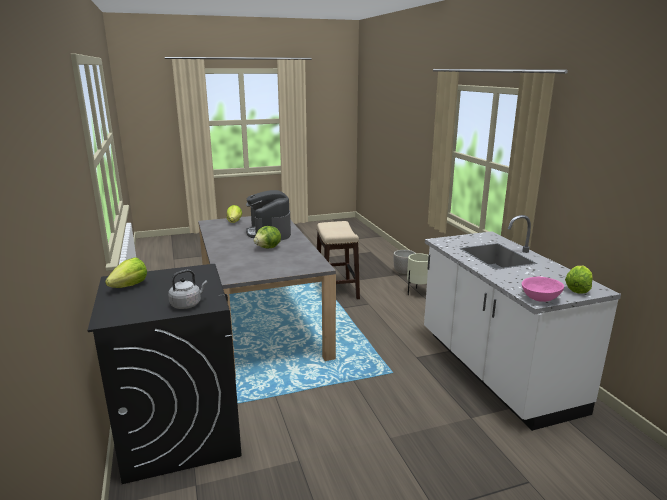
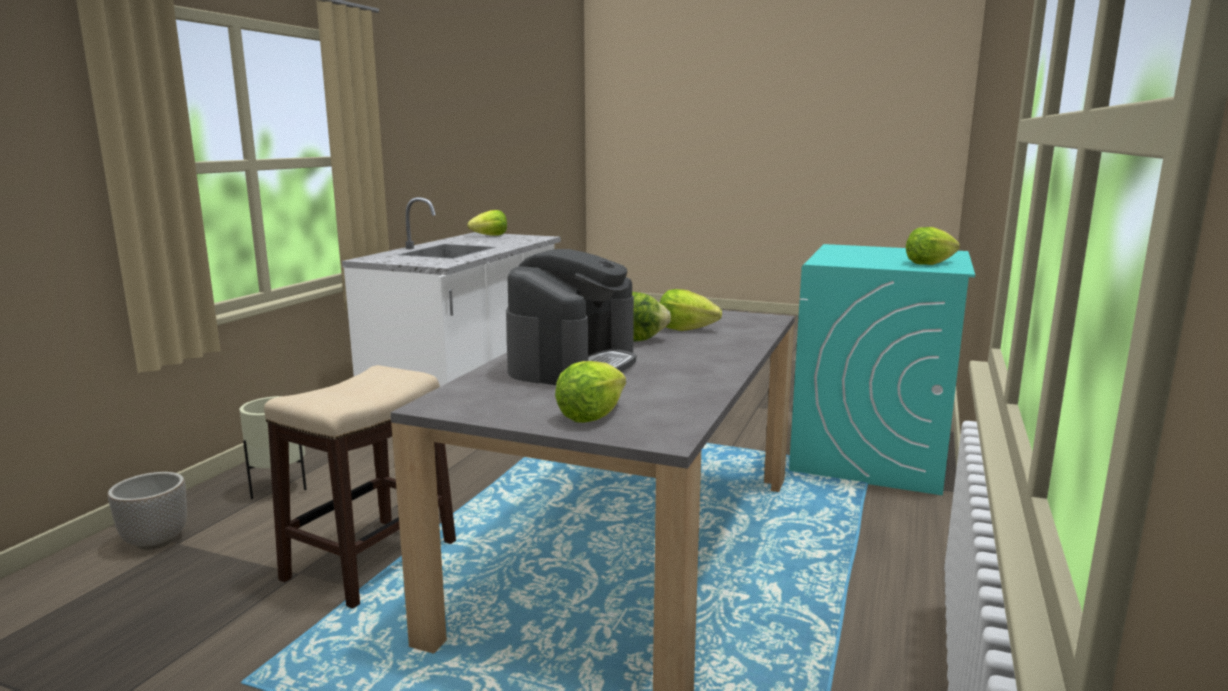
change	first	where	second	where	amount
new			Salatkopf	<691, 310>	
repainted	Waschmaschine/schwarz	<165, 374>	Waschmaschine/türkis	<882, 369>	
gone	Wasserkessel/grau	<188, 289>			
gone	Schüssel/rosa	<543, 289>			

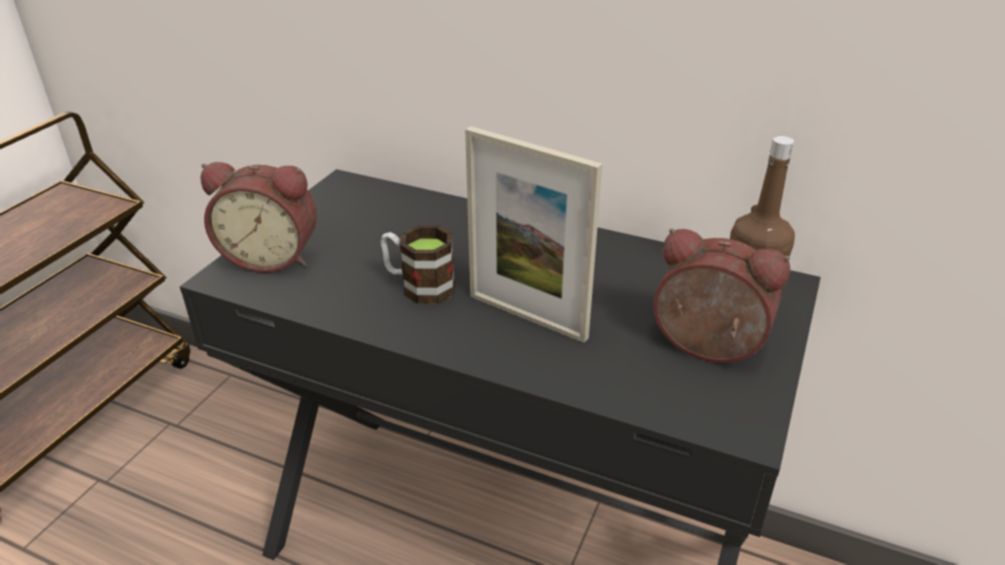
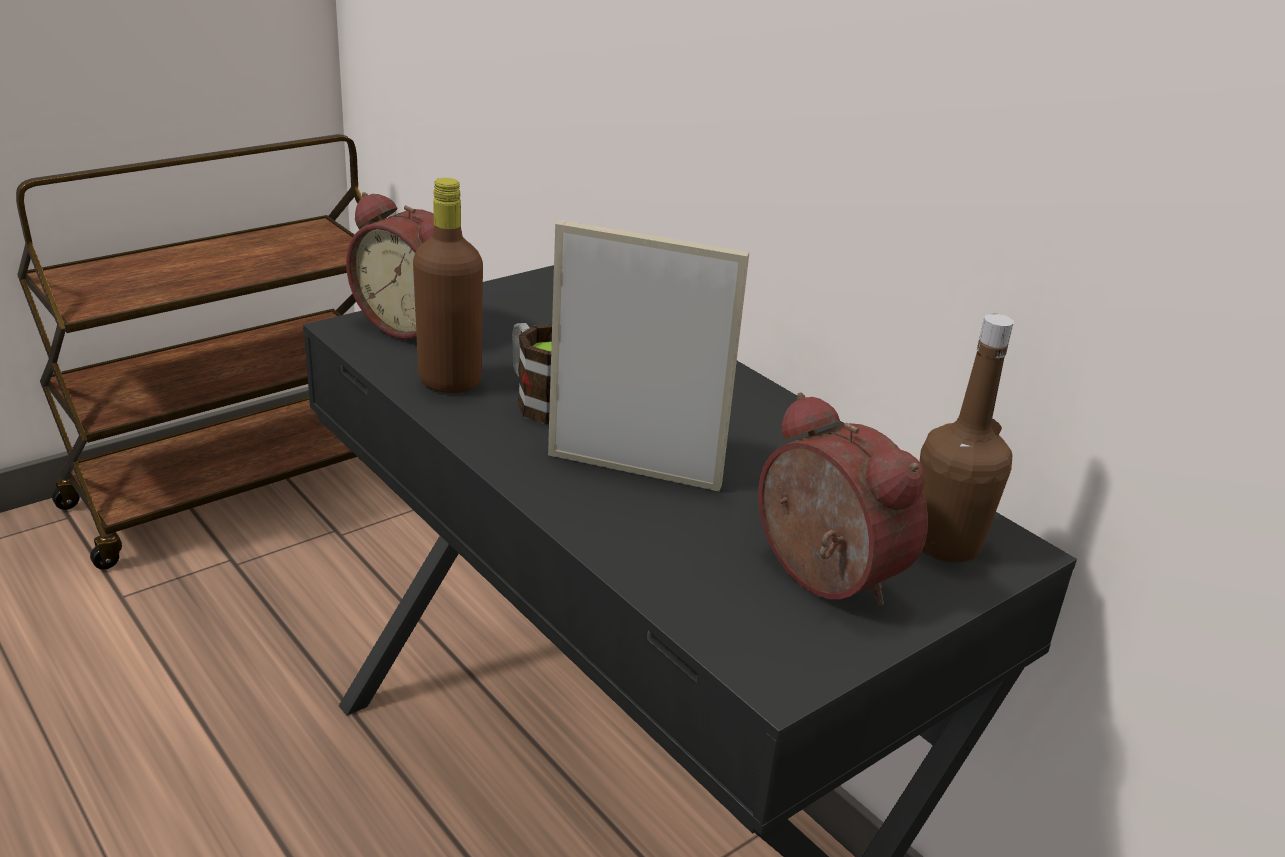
change	first	where	second	where	amount
new			Flasche/braun	<448, 285>	
rotated	Bilderrahmen	<533, 234>		<649, 356>	135 degrees clockwise

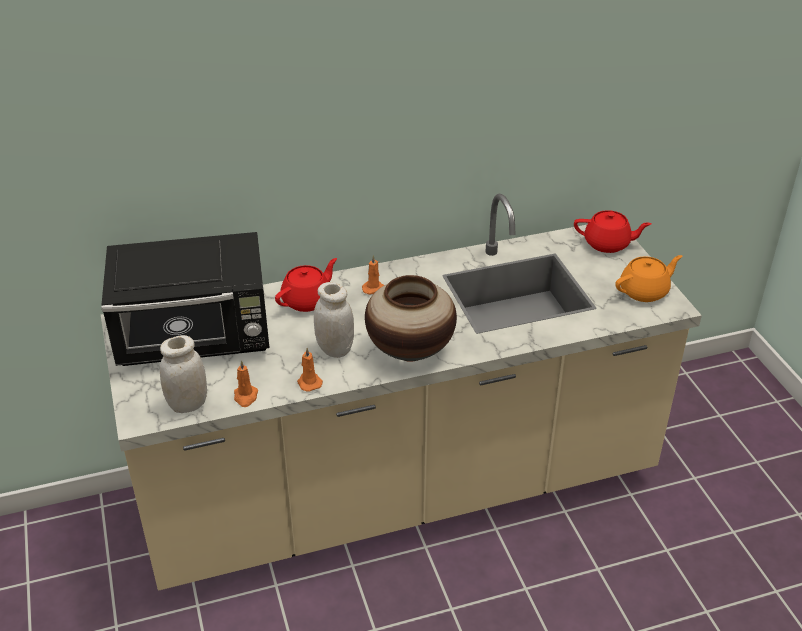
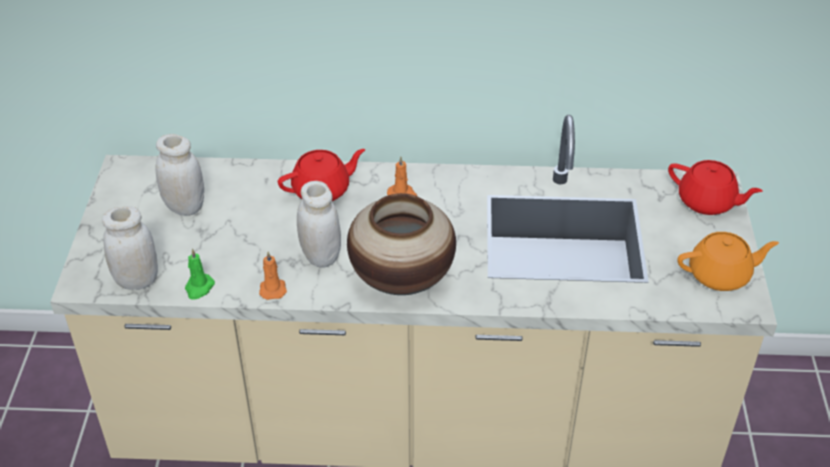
change	first	where	second	where	amount
swapped	Mikrowelle/schwarz	<185, 299>	Vorratsglas/weiß	<179, 175>	
repainted	Kerze/orange	<246, 383>	Kerze/grün	<200, 274>	

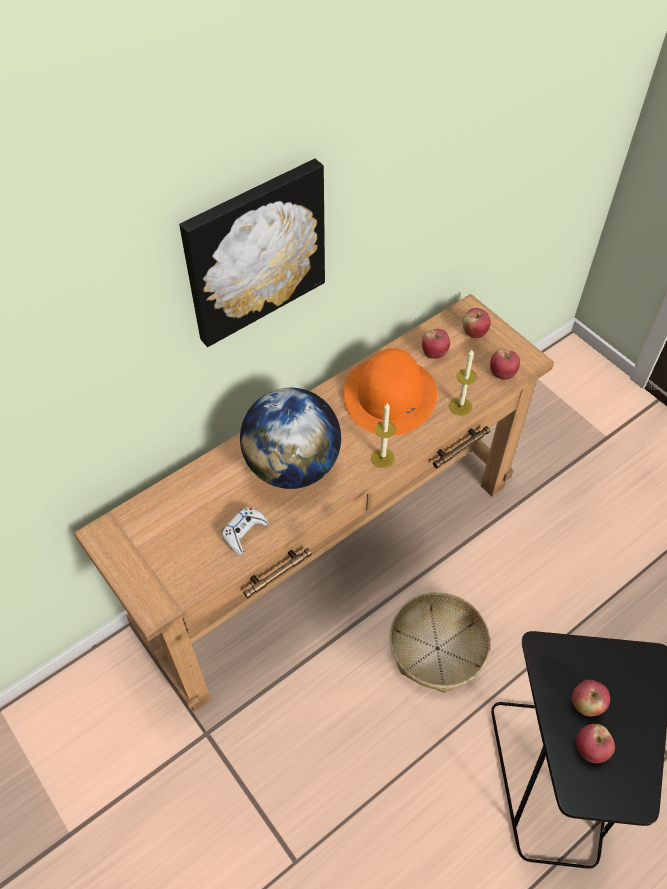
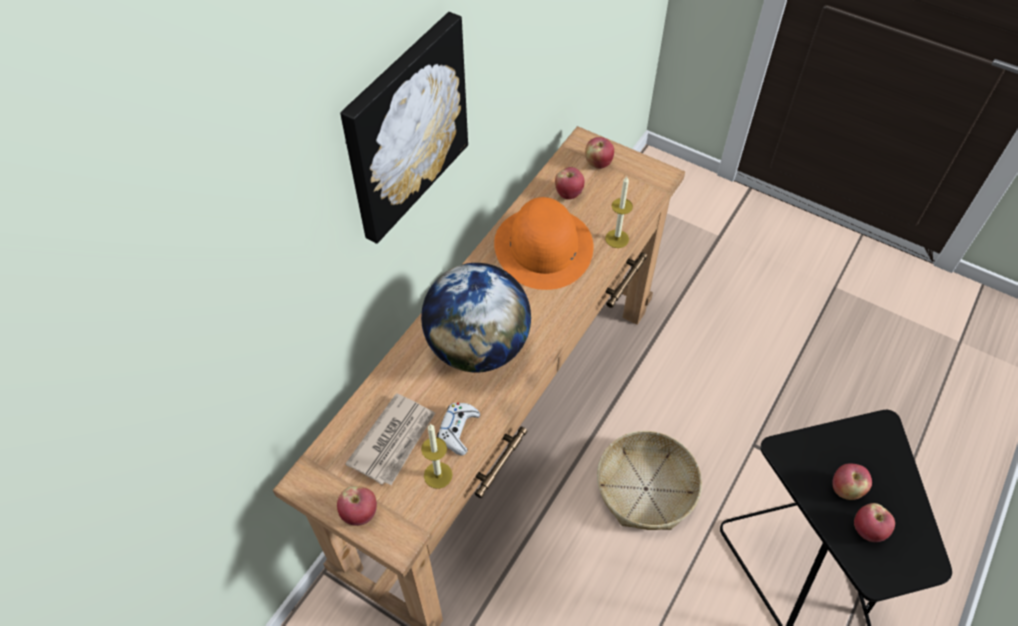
change	first	where	second	where	amount
shifted	Apfel	<505, 364>		<357, 506>	
new			Zeitung	<390, 439>	
shifted	Kerze	<383, 435>		<436, 456>	

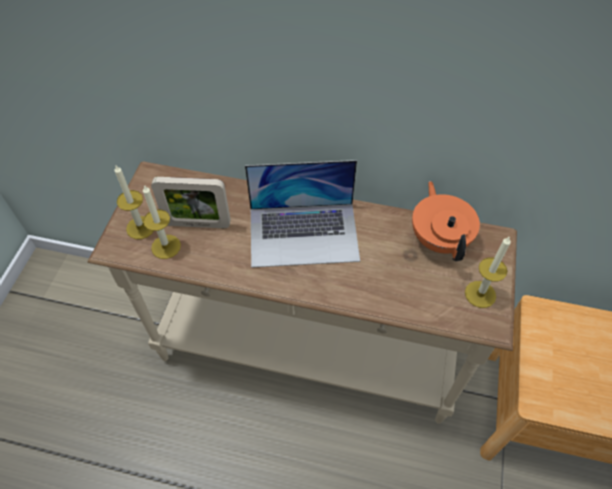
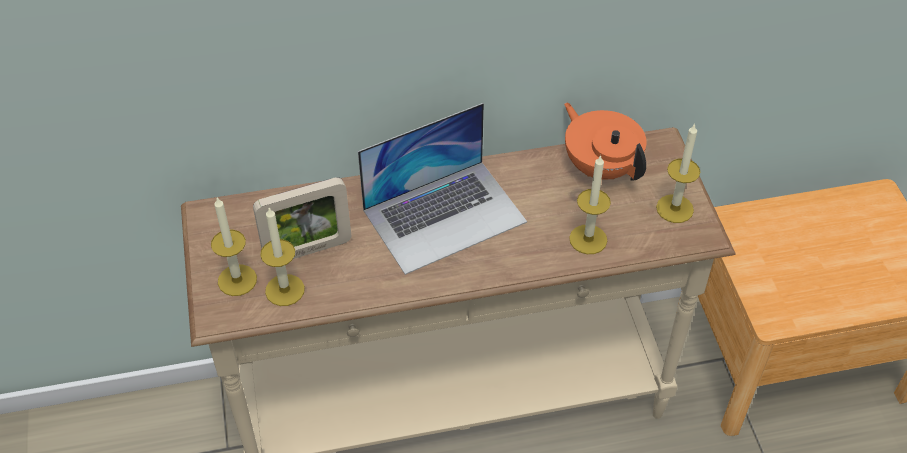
change	first	where	second	where	amount
new			Kerze	<590, 204>	

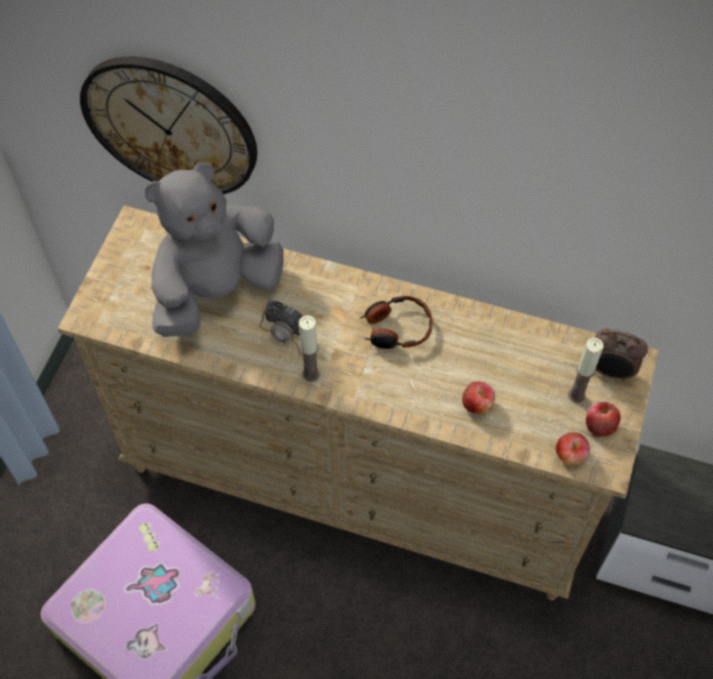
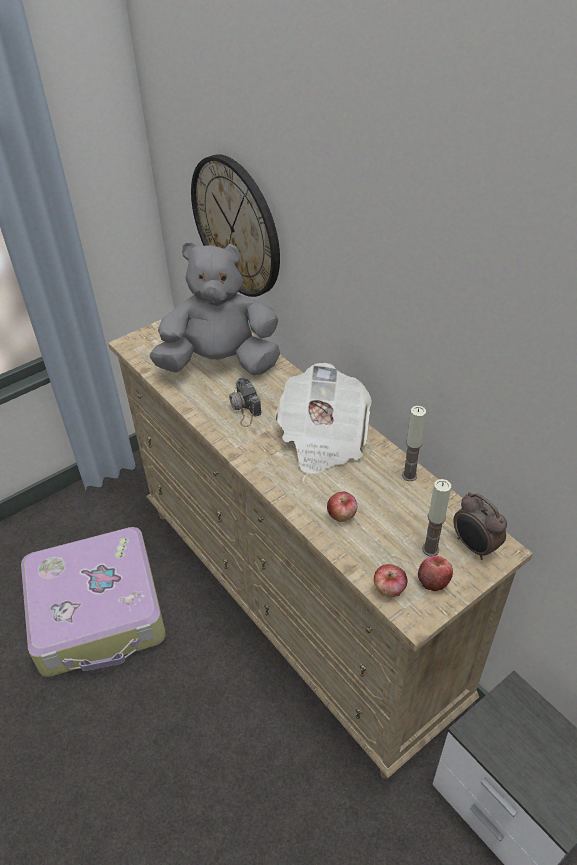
change	first	where	second	where	amount
swapped	Kopfhörer	<396, 322>	Zeitung	<323, 418>	
shifted	Kerze	<309, 348>		<414, 443>	

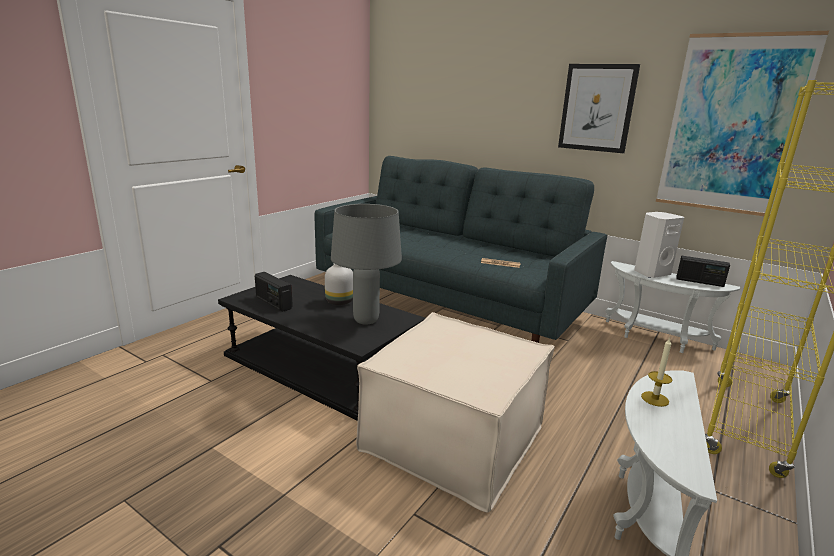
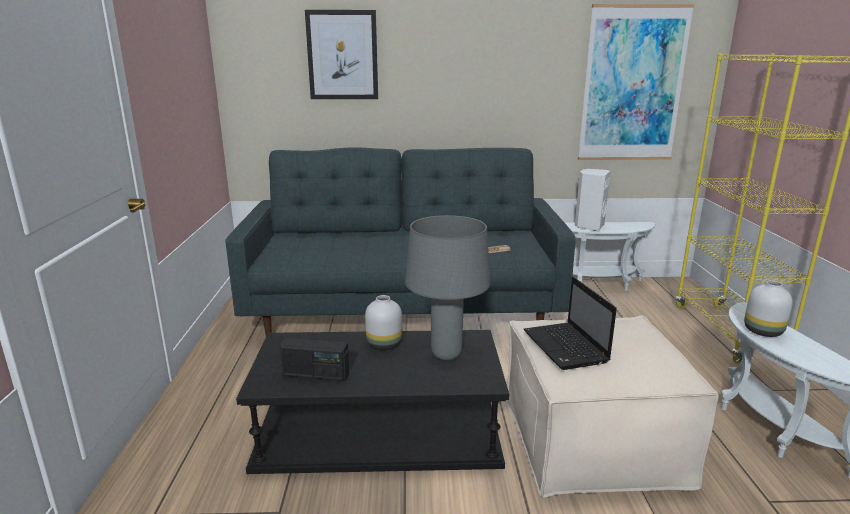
change	first	where	second	where	amount
shifted	Bild	<599, 108>		<341, 54>	
new			Laptop	<570, 323>	
swapped	Kerze	<656, 372>	Vase/weiß	<768, 308>	
gone	Radio	<703, 271>			

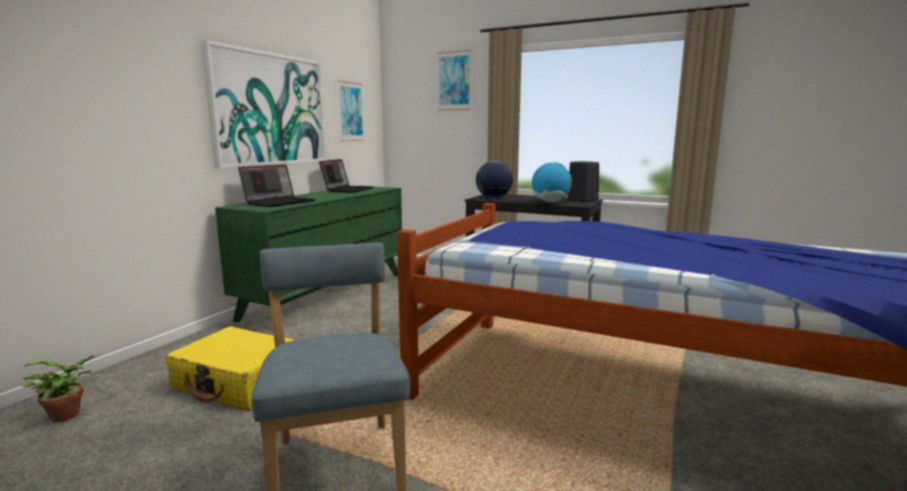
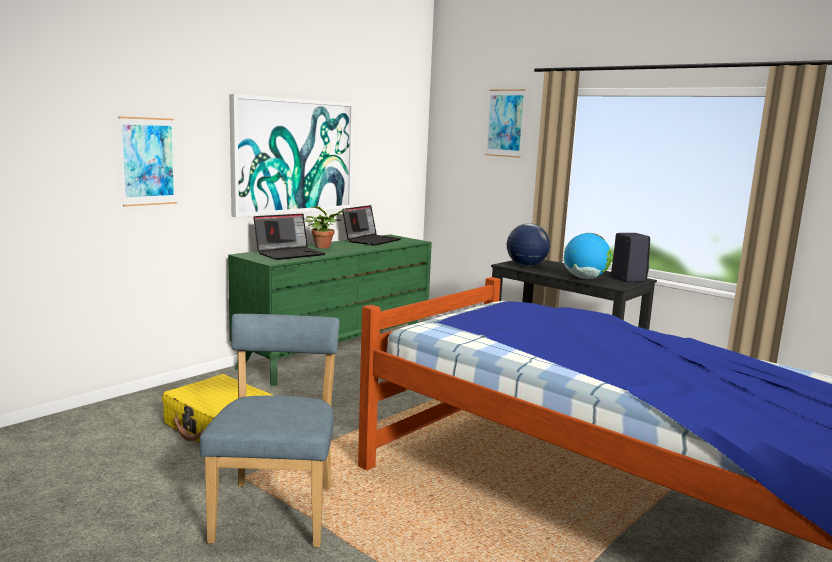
change	first	where	second	where	amount
shifted	Bild	<351, 110>		<147, 161>	
shifted	Topfpflanze	<60, 387>		<326, 227>	

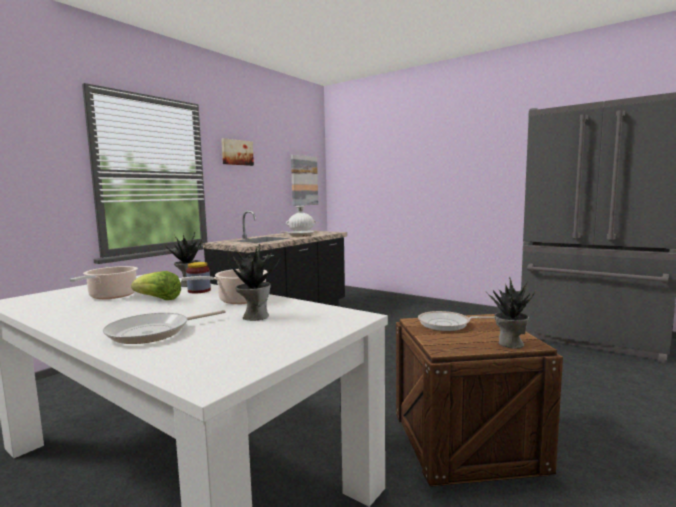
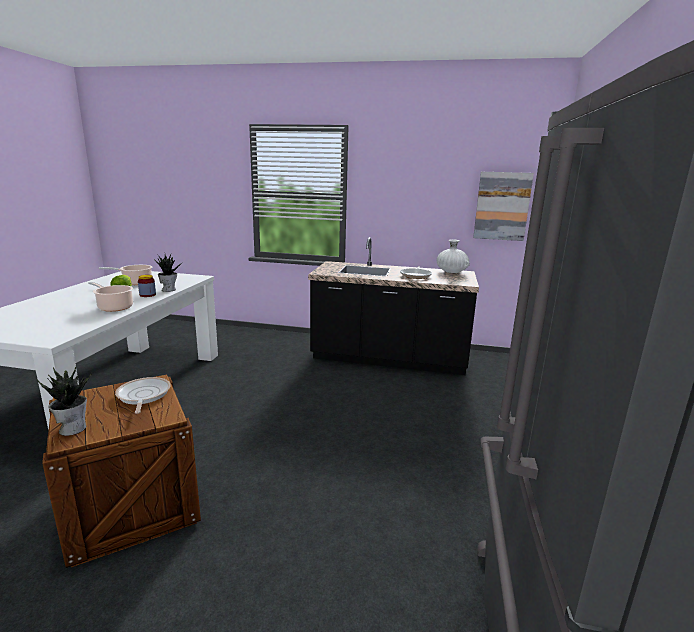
change	first	where	second	where	amount
gone	Pfanne	<164, 327>			
gone	Bild	<237, 152>			
gone	Topfpflanze	<254, 282>			

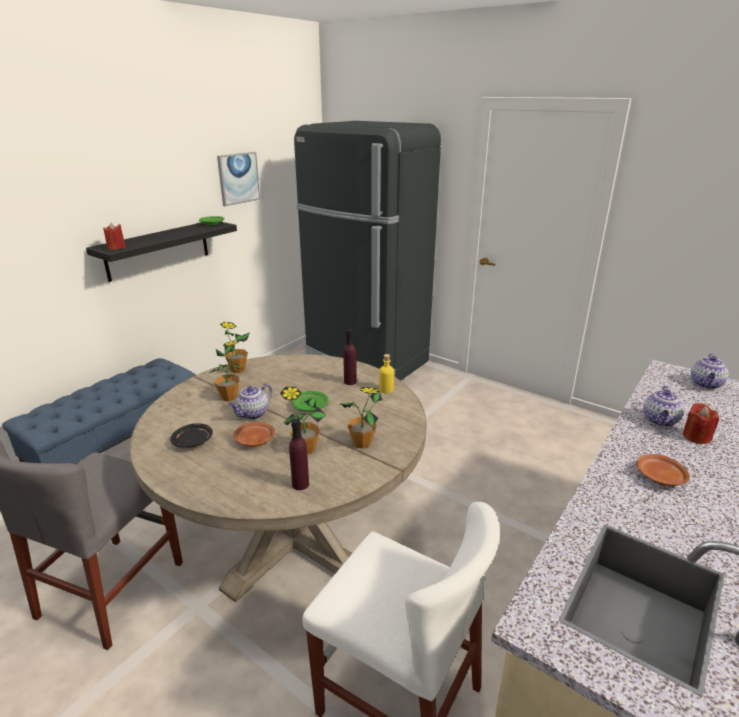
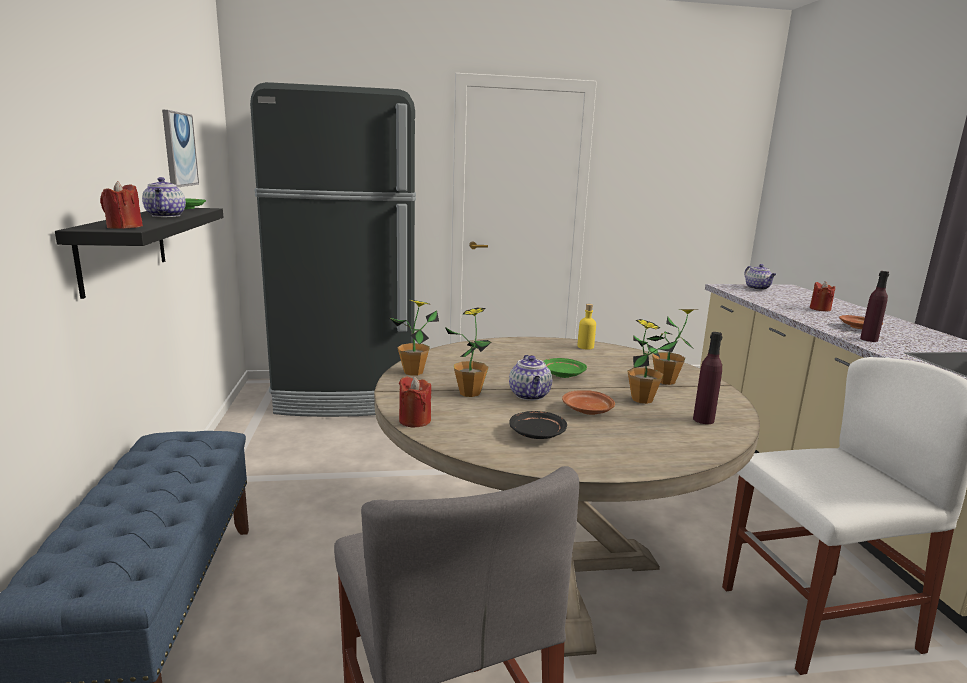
change	first	where	second	where	amount
shifted	Teekanne	<663, 406>		<164, 197>	
new			Kerze/rot	<415, 402>	
shifted	Flasche/lila	<350, 357>		<874, 306>	

